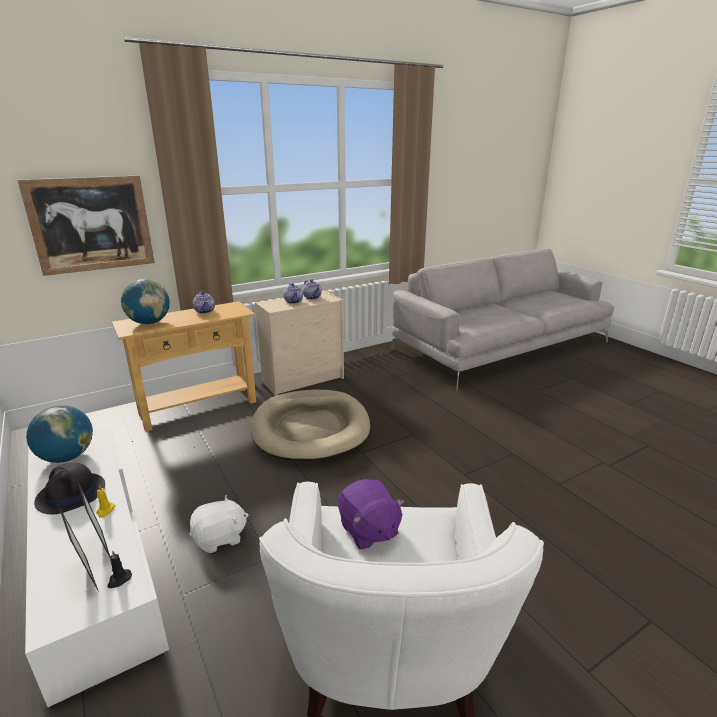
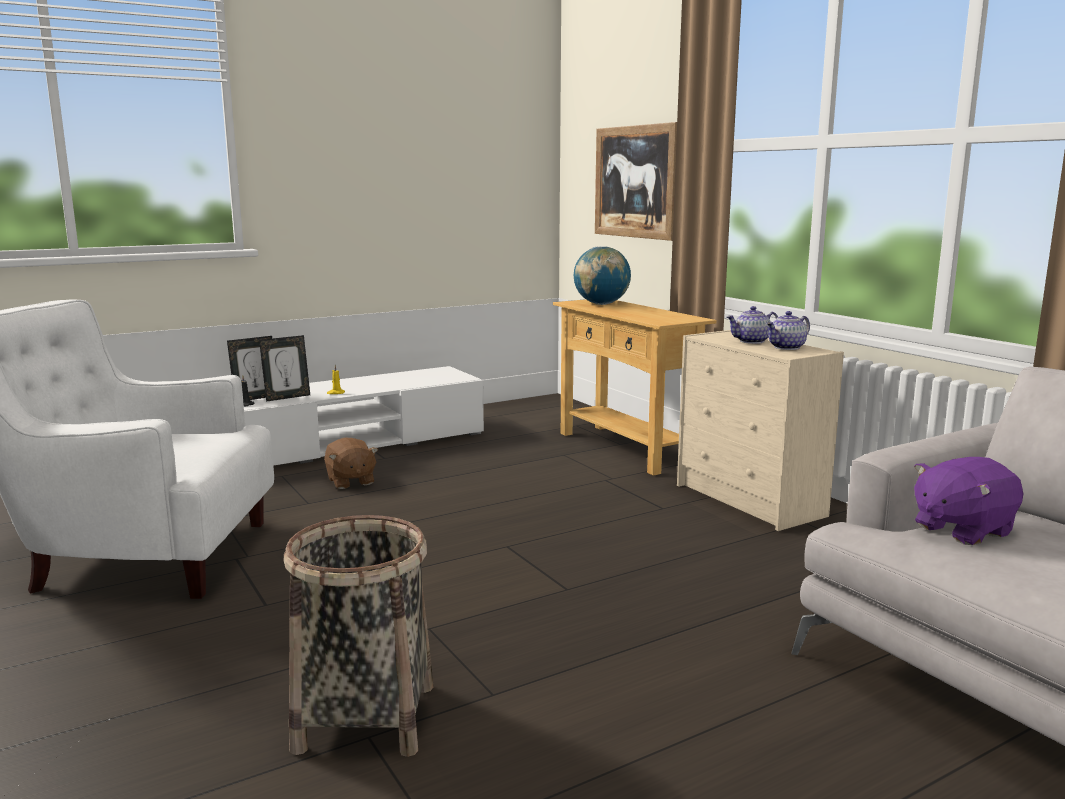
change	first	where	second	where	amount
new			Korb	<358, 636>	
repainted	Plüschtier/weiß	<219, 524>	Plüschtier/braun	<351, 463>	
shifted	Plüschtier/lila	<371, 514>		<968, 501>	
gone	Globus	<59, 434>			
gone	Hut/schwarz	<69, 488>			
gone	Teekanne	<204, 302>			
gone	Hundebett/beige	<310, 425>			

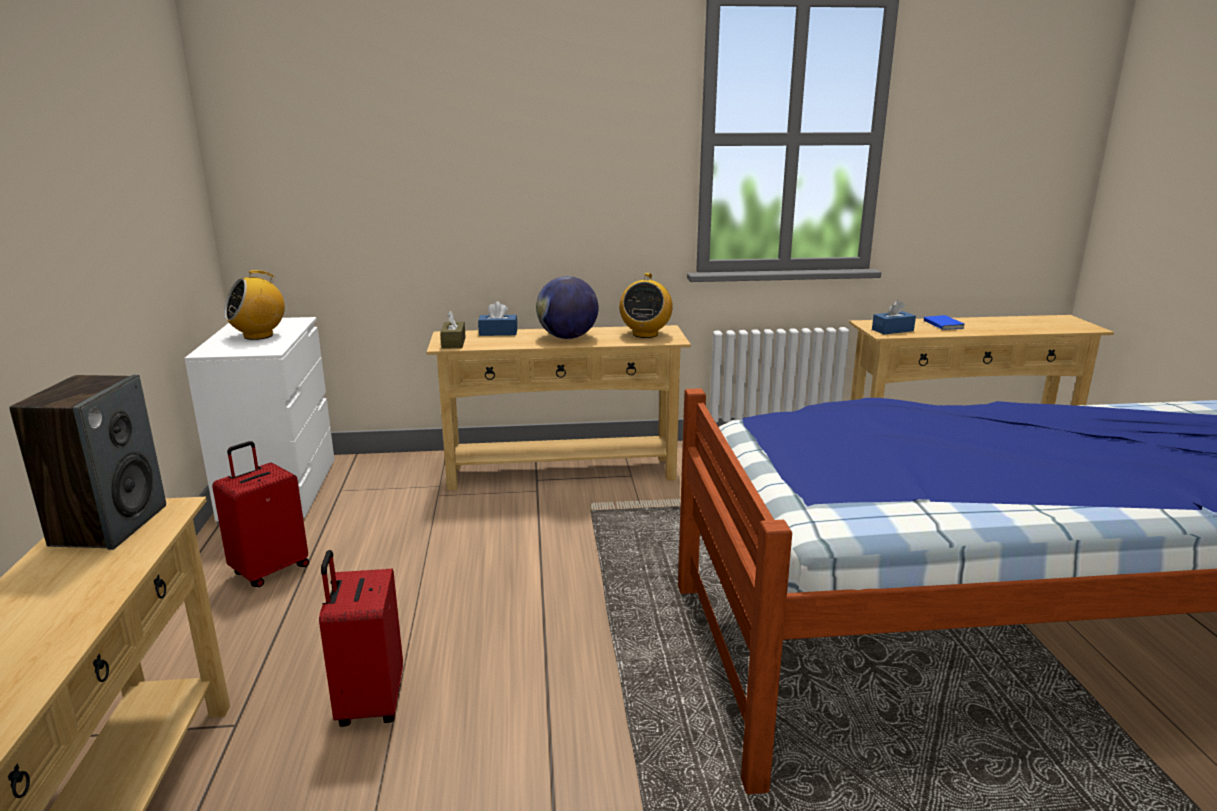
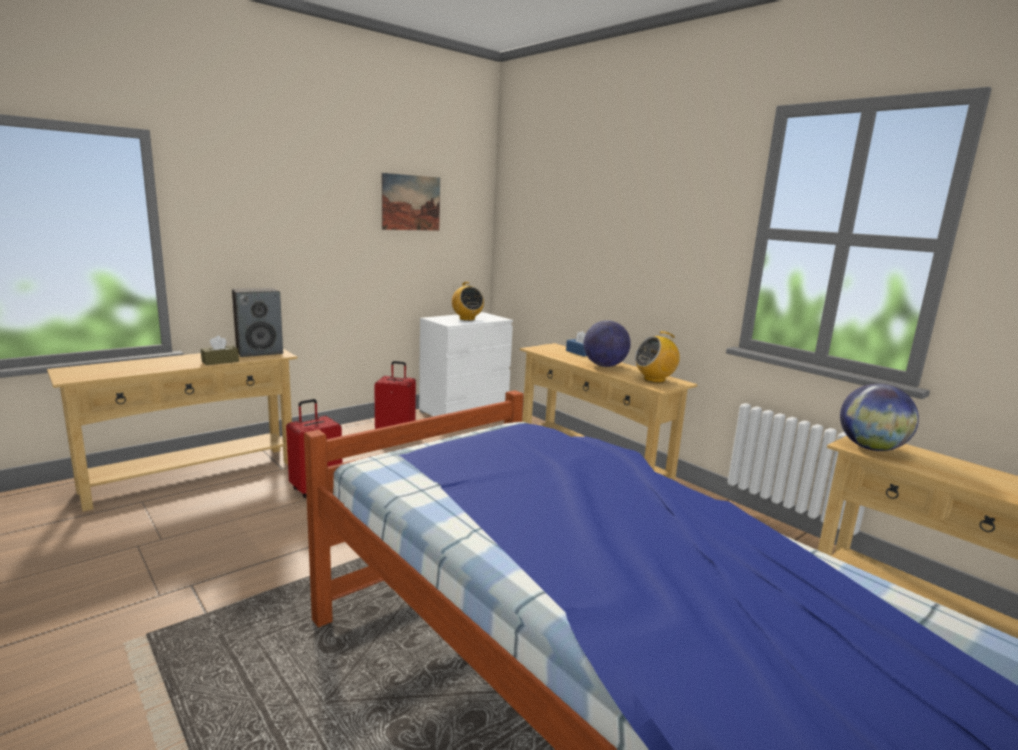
change	first	where	second	where	amount
shifted	Taschentuchbox/braun	<453, 330>		<220, 350>	
new			Bild	<411, 202>	
rotated	Radio	<254, 305>		<468, 301>	135 degrees counterclockwise
swapped	Taschentuchbox/blau	<894, 317>	Globus	<879, 417>	
gone	Buch/blau	<944, 322>			

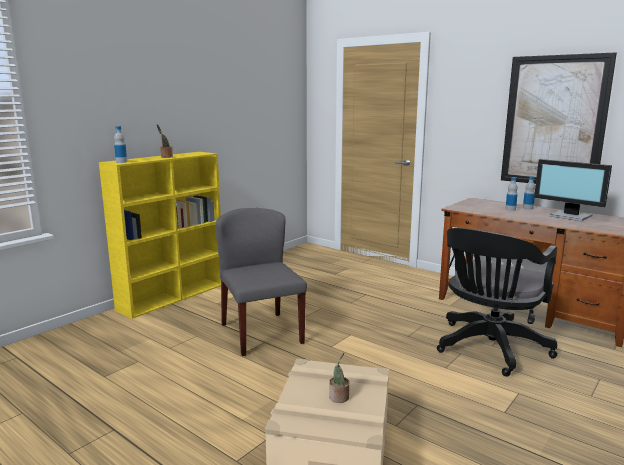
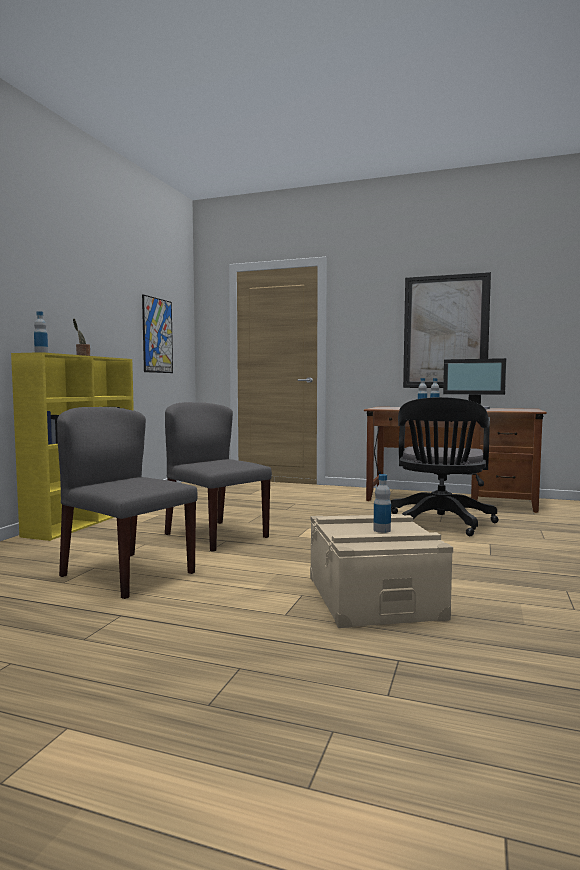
change	first	where	second	where	amount
new			Stuhl/grau	<127, 503>	
new			Bild	<157, 333>	
swapped	Topfpflanze	<339, 377>	Flasche	<382, 503>	

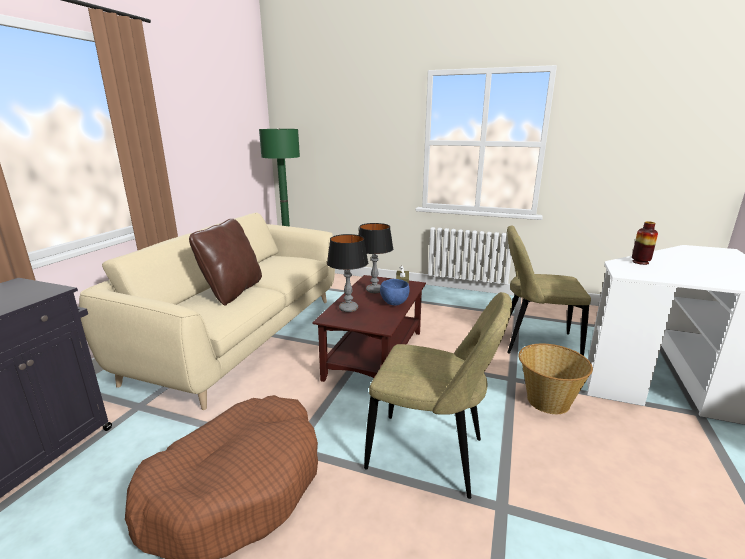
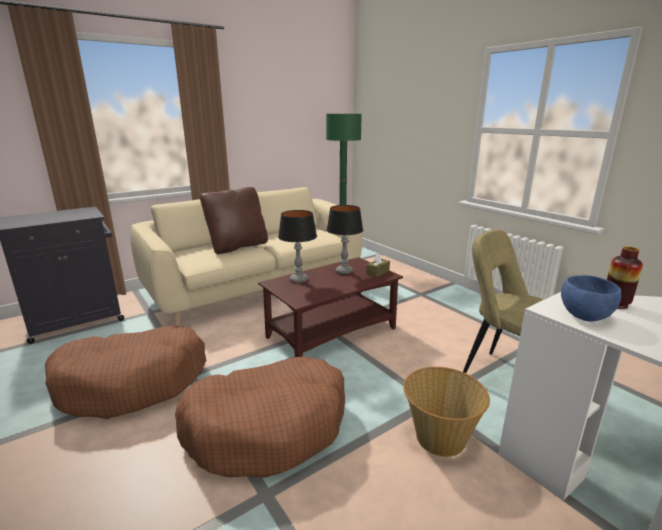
change	first	where	second	where	amount
swapped	Stuhl/beige	<438, 395>	Hundebett/braun	<260, 417>	
shifted	Schüssel/blau	<394, 292>		<591, 298>	

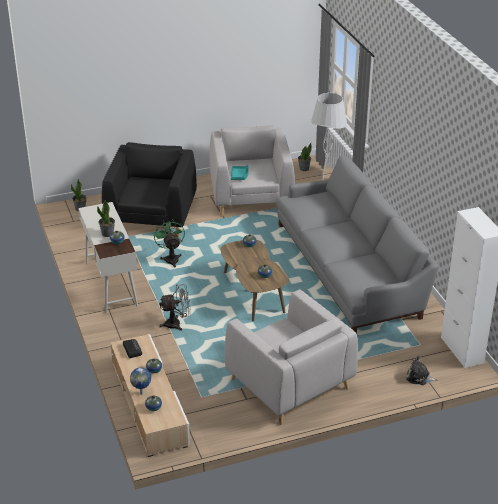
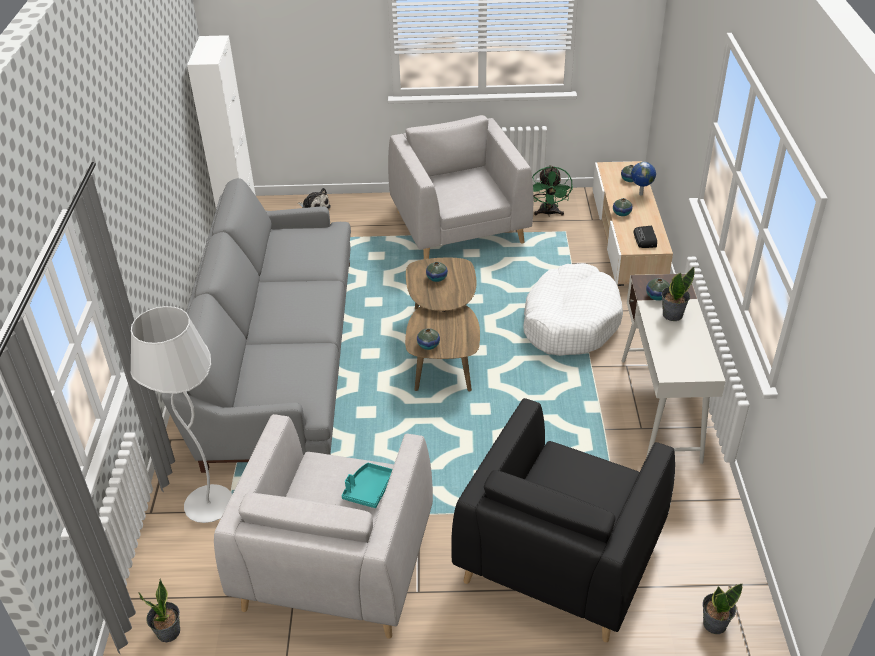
change	first	where	second	where	amount
swapped	Ventilator/grau	<175, 307>	Hundebett/weiß	<573, 309>	
shifted	Ventilator/grün	<169, 243>		<552, 190>	

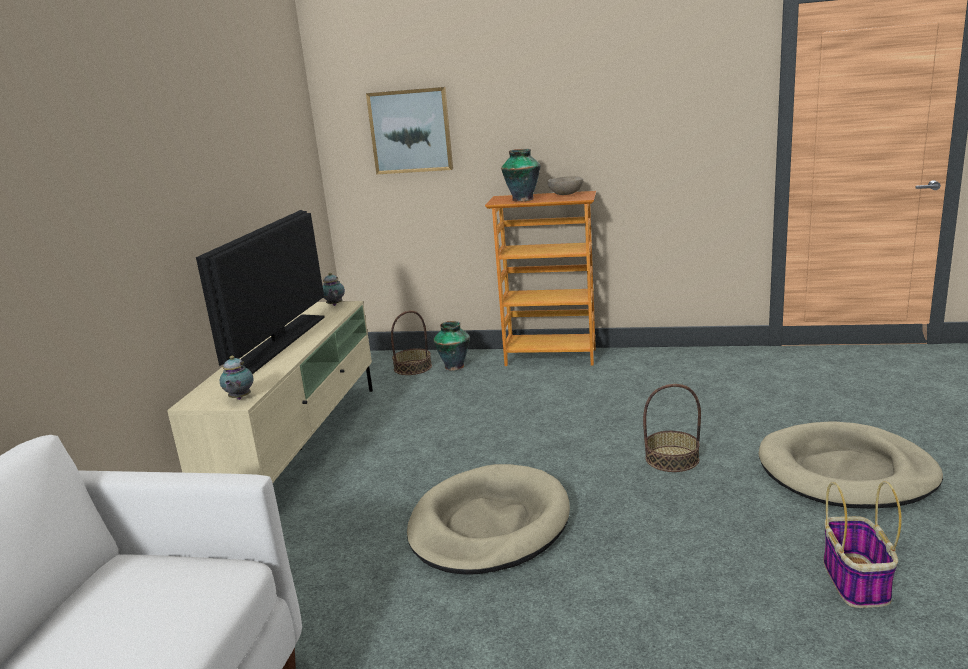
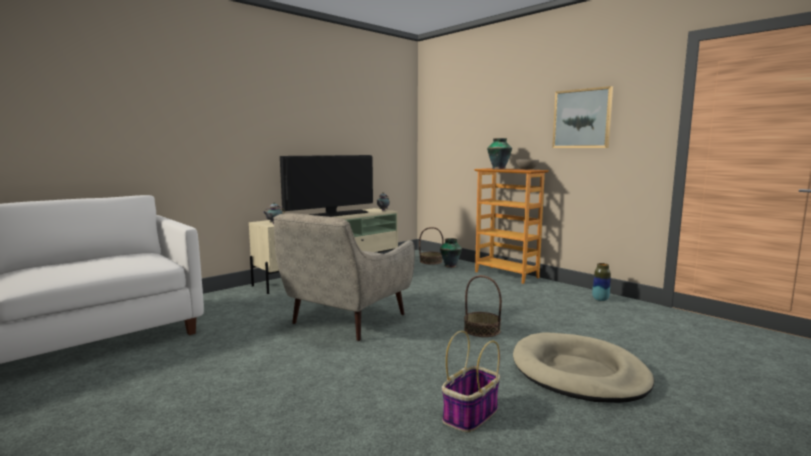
change	first	where	second	where	amount
swapped	Hundebett/beige	<488, 519>	Sessel/beige	<344, 277>	
shifted	Bild	<409, 130>		<582, 117>	
new			Vase	<601, 282>	

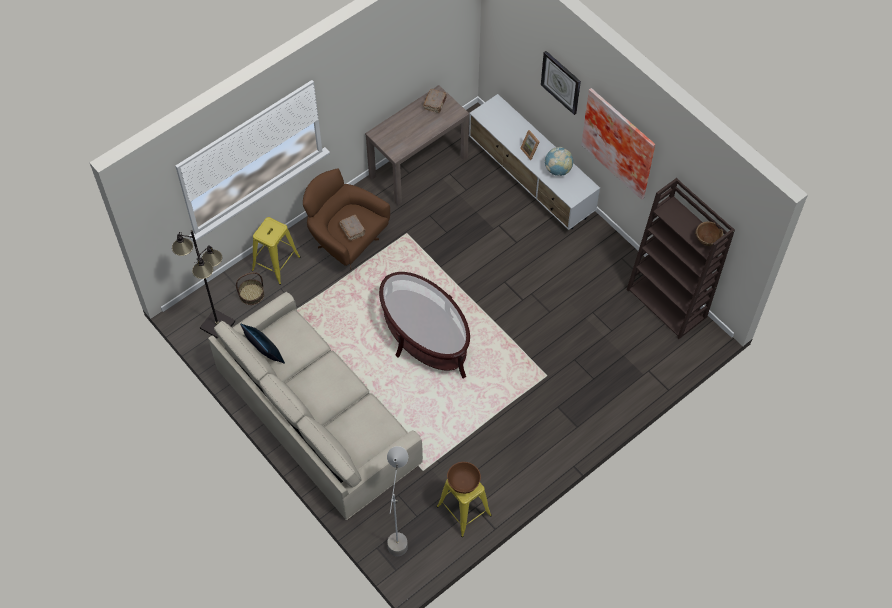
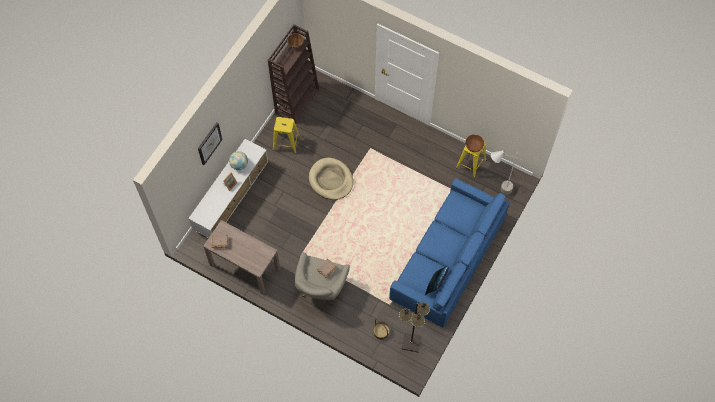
change	first	where	second	where	amount
shifted	Hocker/gelb	<276, 251>		<286, 135>	
repainted	Sessel/braun	<346, 218>	Sessel/grau	<322, 278>	
new			Hundebett/beige	<331, 179>	
repainted	Sofa/beige	<315, 406>	Sofa/blau	<449, 253>	
gone	Couchtisch/braun	<424, 325>			
gone	Bild	<618, 144>			

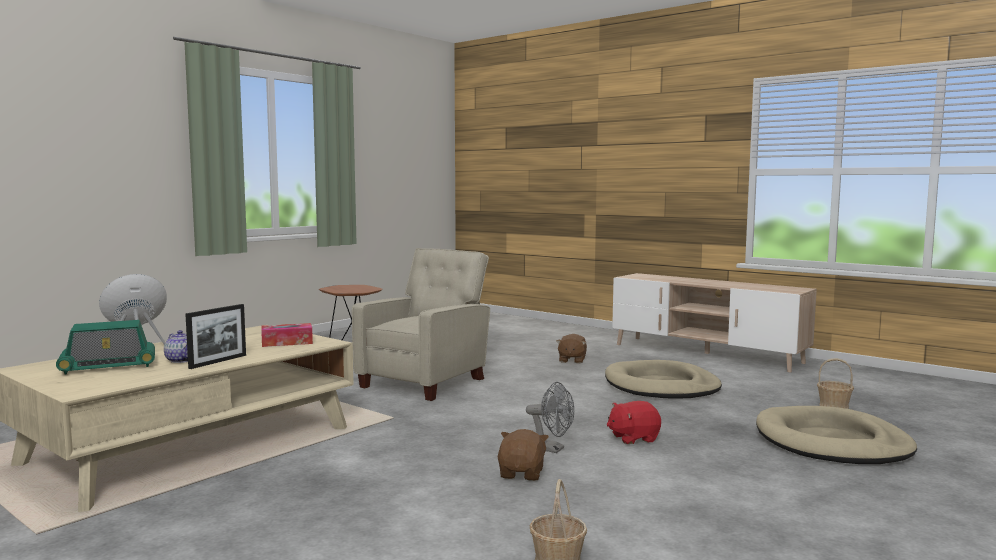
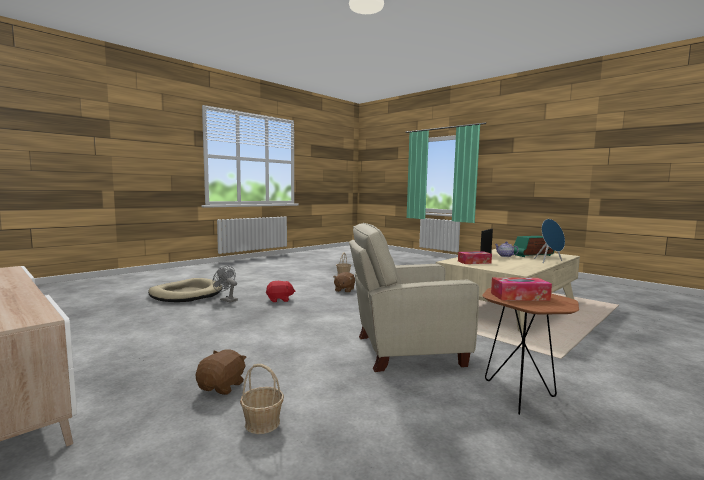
change	first	where	second	where	amount
shifted	Ventilator/grau	<550, 417>		<225, 284>	
shifted	Korb	<835, 383>		<262, 399>	
rotated	Sessel/beige	<421, 324>		<414, 297>	45 degrees clockwise
new			Taschentuchbox	<521, 289>	
gone	Hundebett/beige	<663, 379>			

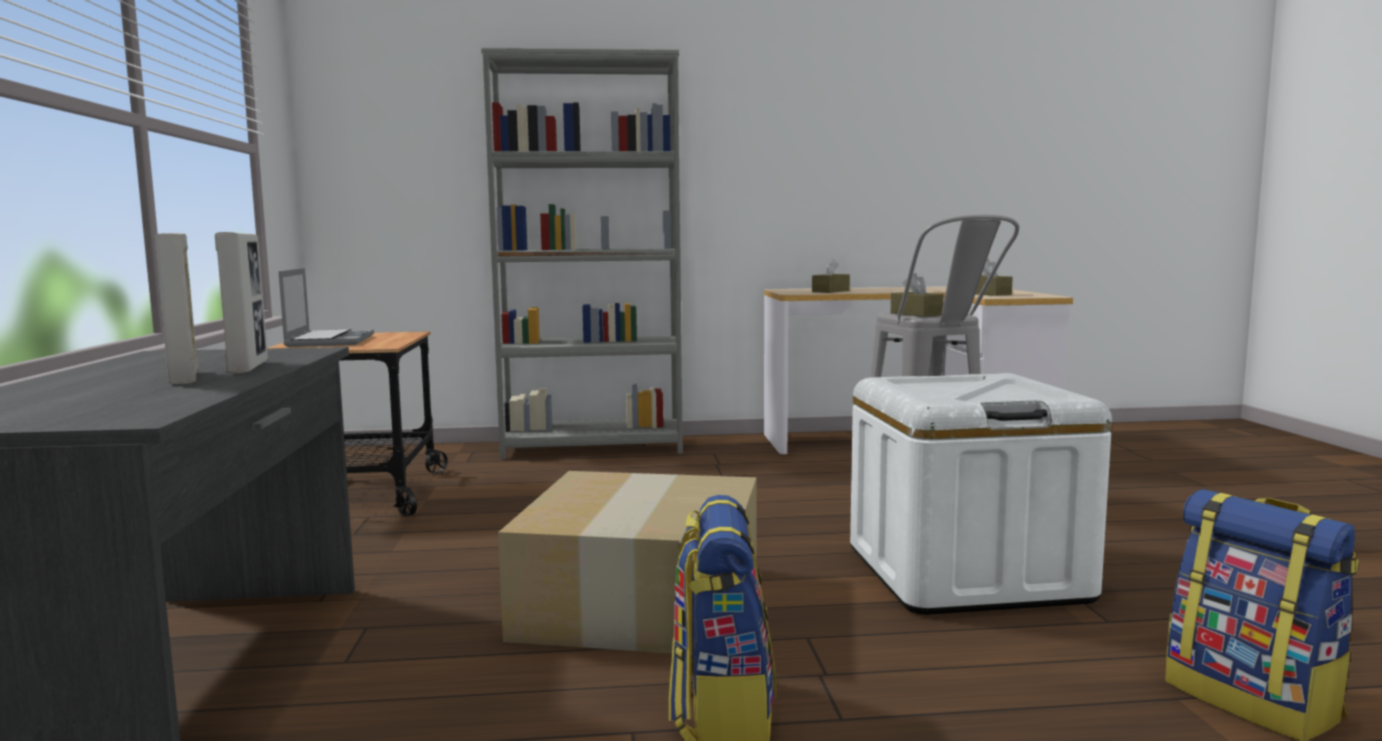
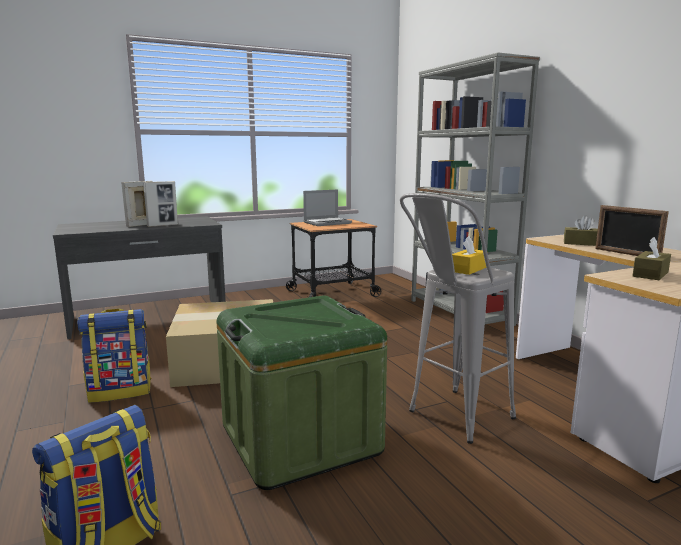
change	first	where	second	where	amount
repainted	Aufbewahrungsbox/weiß	<981, 494>	Aufbewahrungsbox/grün	<302, 393>	
repainted	Taschentuchbox/braun	<917, 295>	Taschentuchbox/gelb	<470, 255>	
new			Bilderrahmen	<632, 230>	

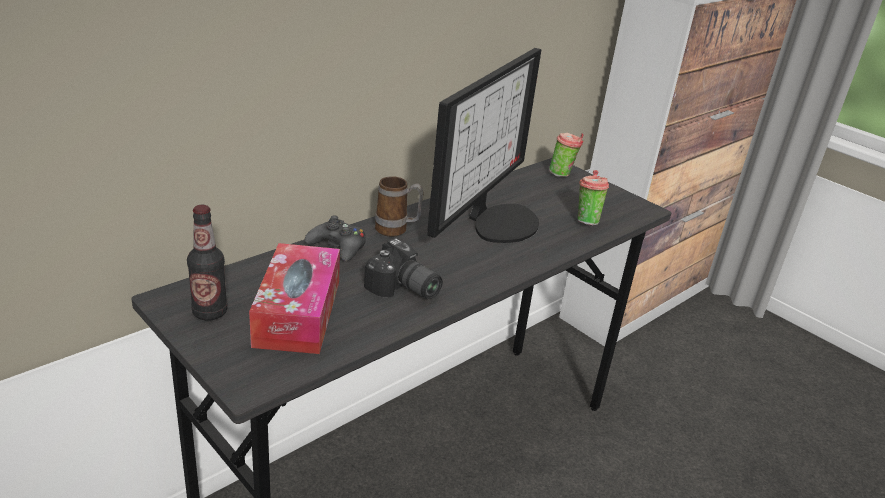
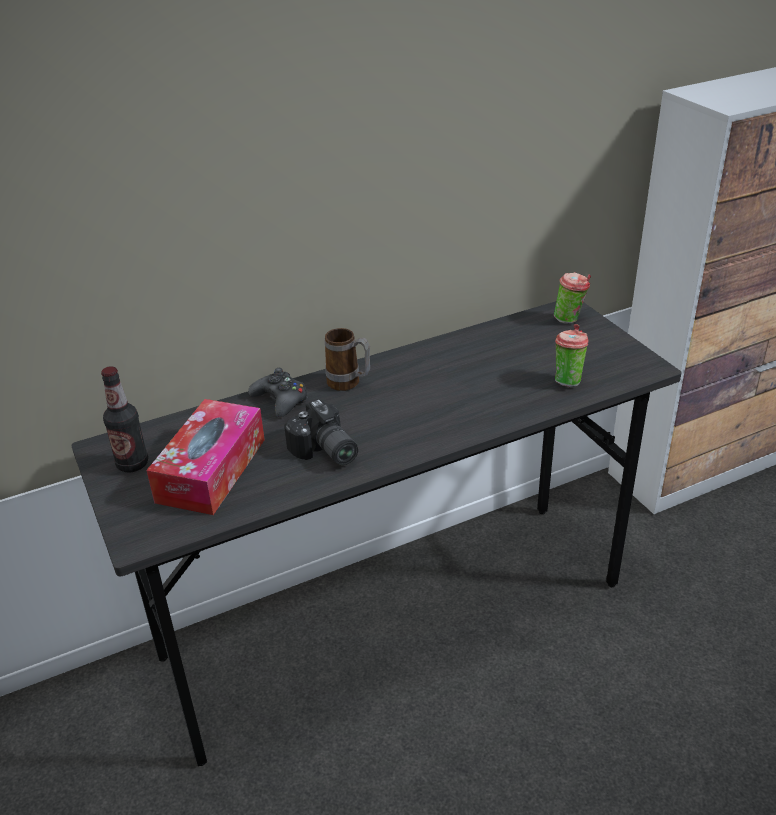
change	first	where	second	where	amount
gone	Monitor	<484, 145>			

